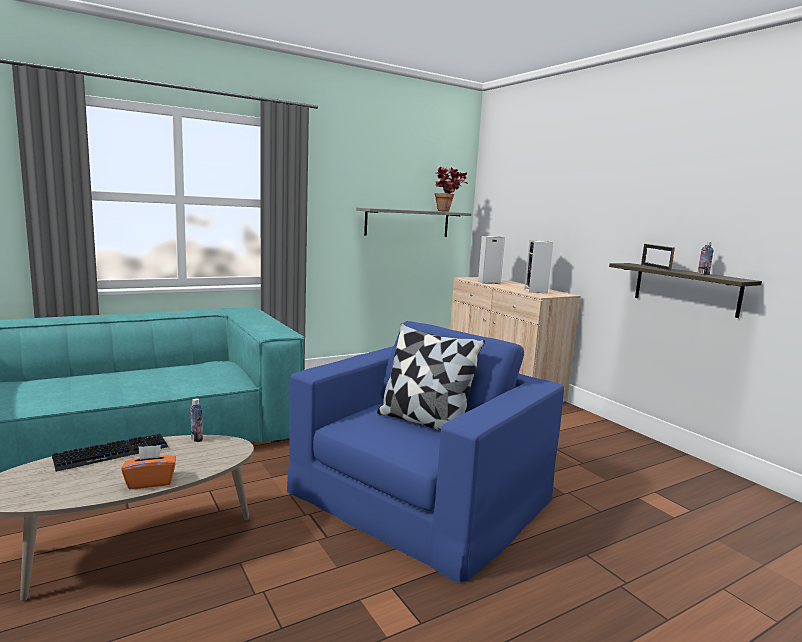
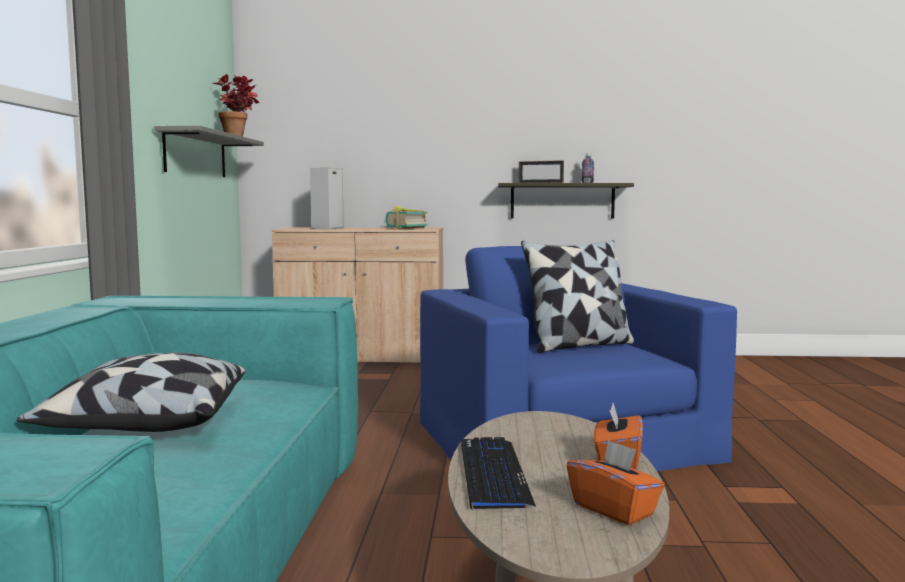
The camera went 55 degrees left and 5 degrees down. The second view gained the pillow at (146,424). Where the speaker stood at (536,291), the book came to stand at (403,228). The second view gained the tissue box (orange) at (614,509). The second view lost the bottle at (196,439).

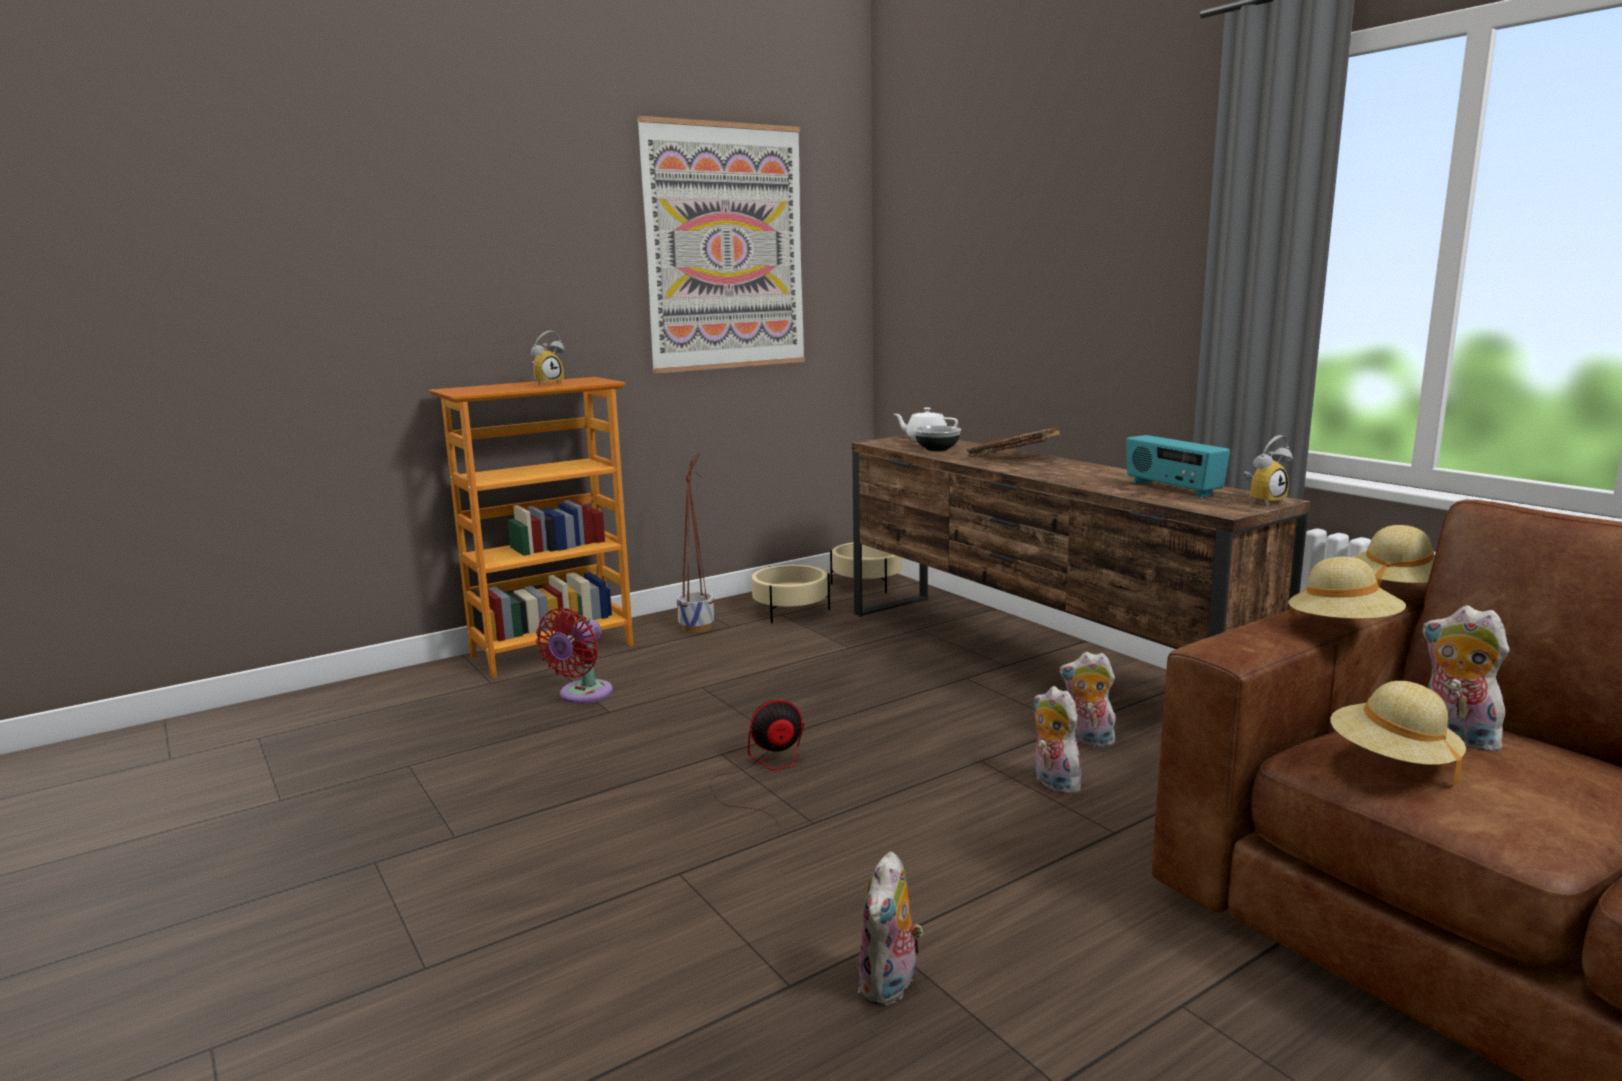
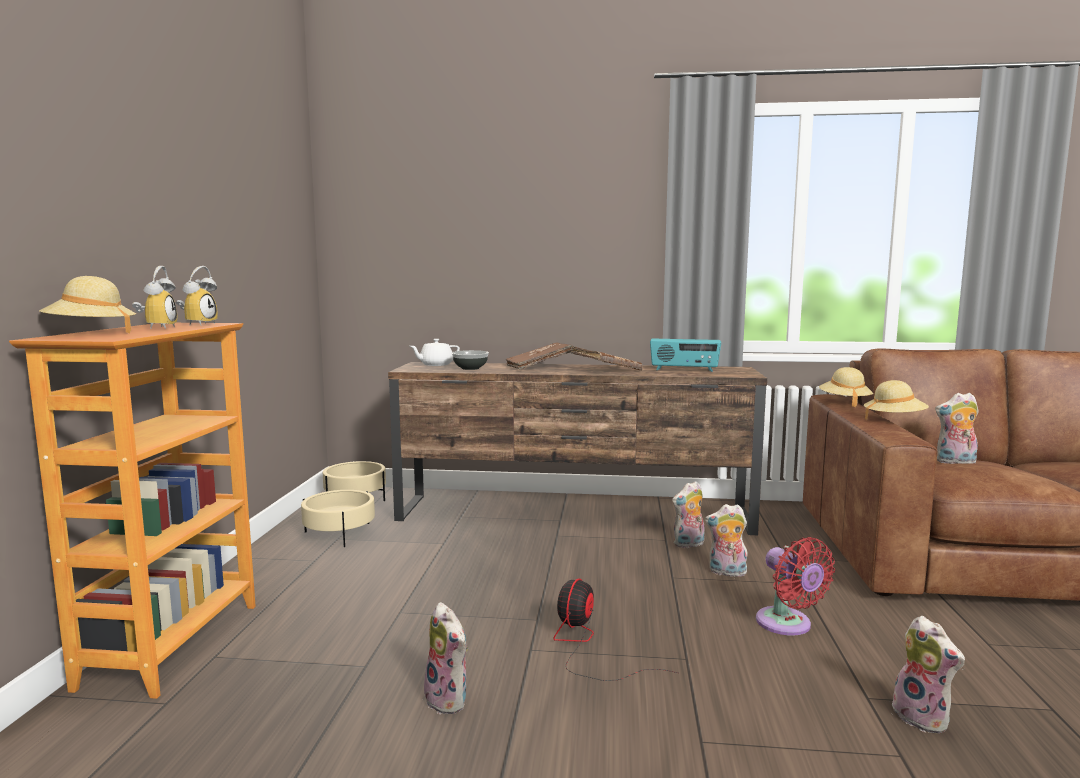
The camera went 50 degrees left and 5 degrees down. The hat (beige) ended up elsewhere, having gone from (1392,761) to (91,333). The alarm clock ended up elsewhere, having gone from (1263,501) to (198,324). The second view gained the plush toy at (450,700). The second view gained the book (brown) at (606,370). The fan (red) ended up elsewhere, having gone from (582,695) to (787,625). The second view lost the picture at (725,248). The second view lost the planter at (696,627).

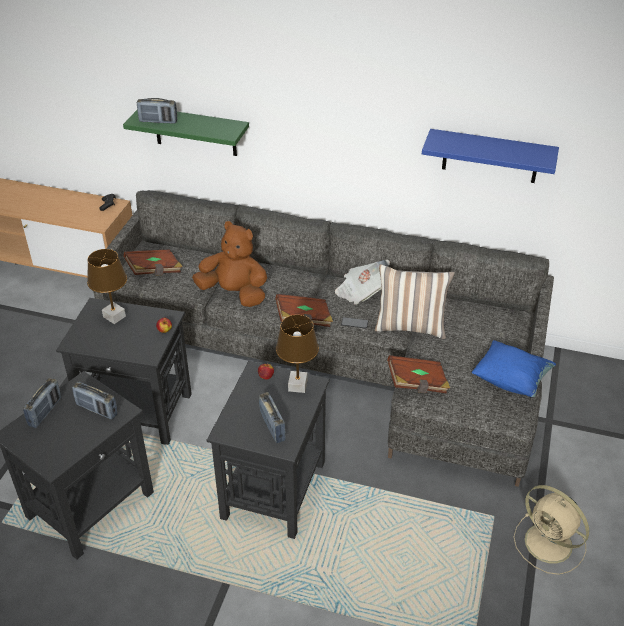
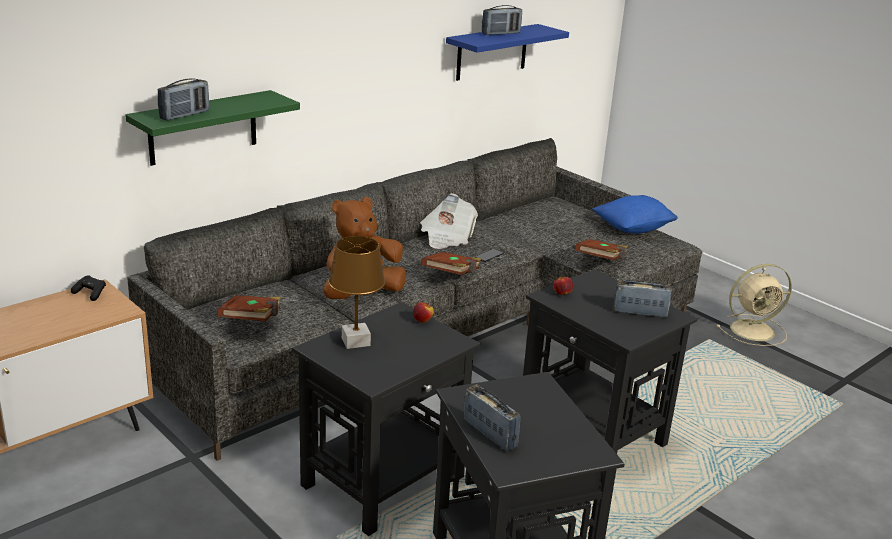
The camera went 60 degrees left and 15 degrees down. The radio ended up elsewhere, having gone from (97,409) to (501,34). The second view lost the table lamp (brown) at (297,385). The second view lost the pillow at (410,326).

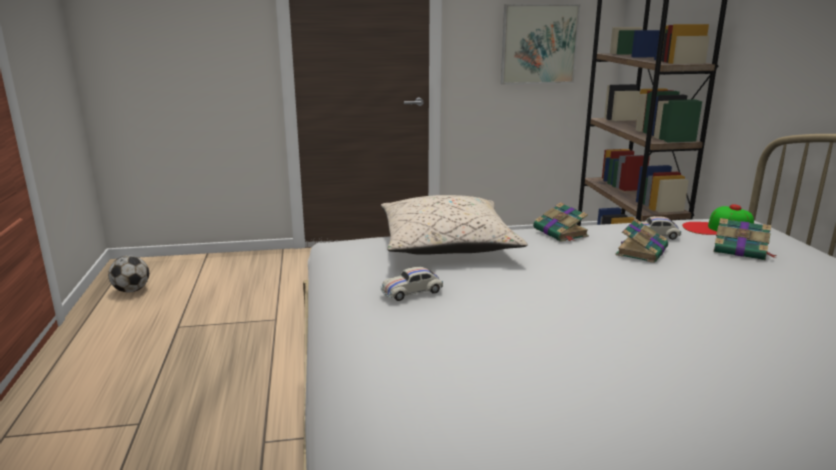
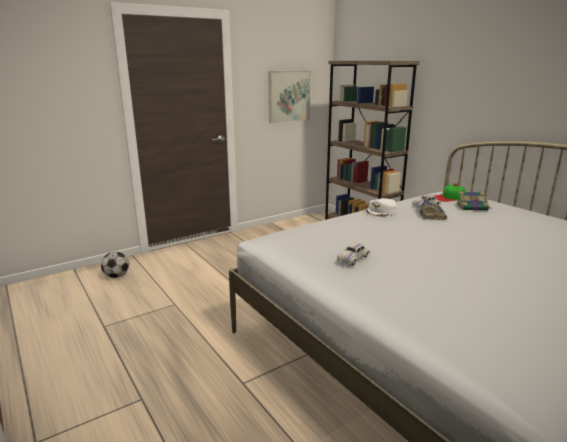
The camera went 25 degrees left and 0 degrees up. The football ended up elsewhere, having gone from (132,290) to (117,276). Where the book stood at (561,233), the cap (white) came to stand at (381,211). The second view lost the pillow (beige) at (446,244).

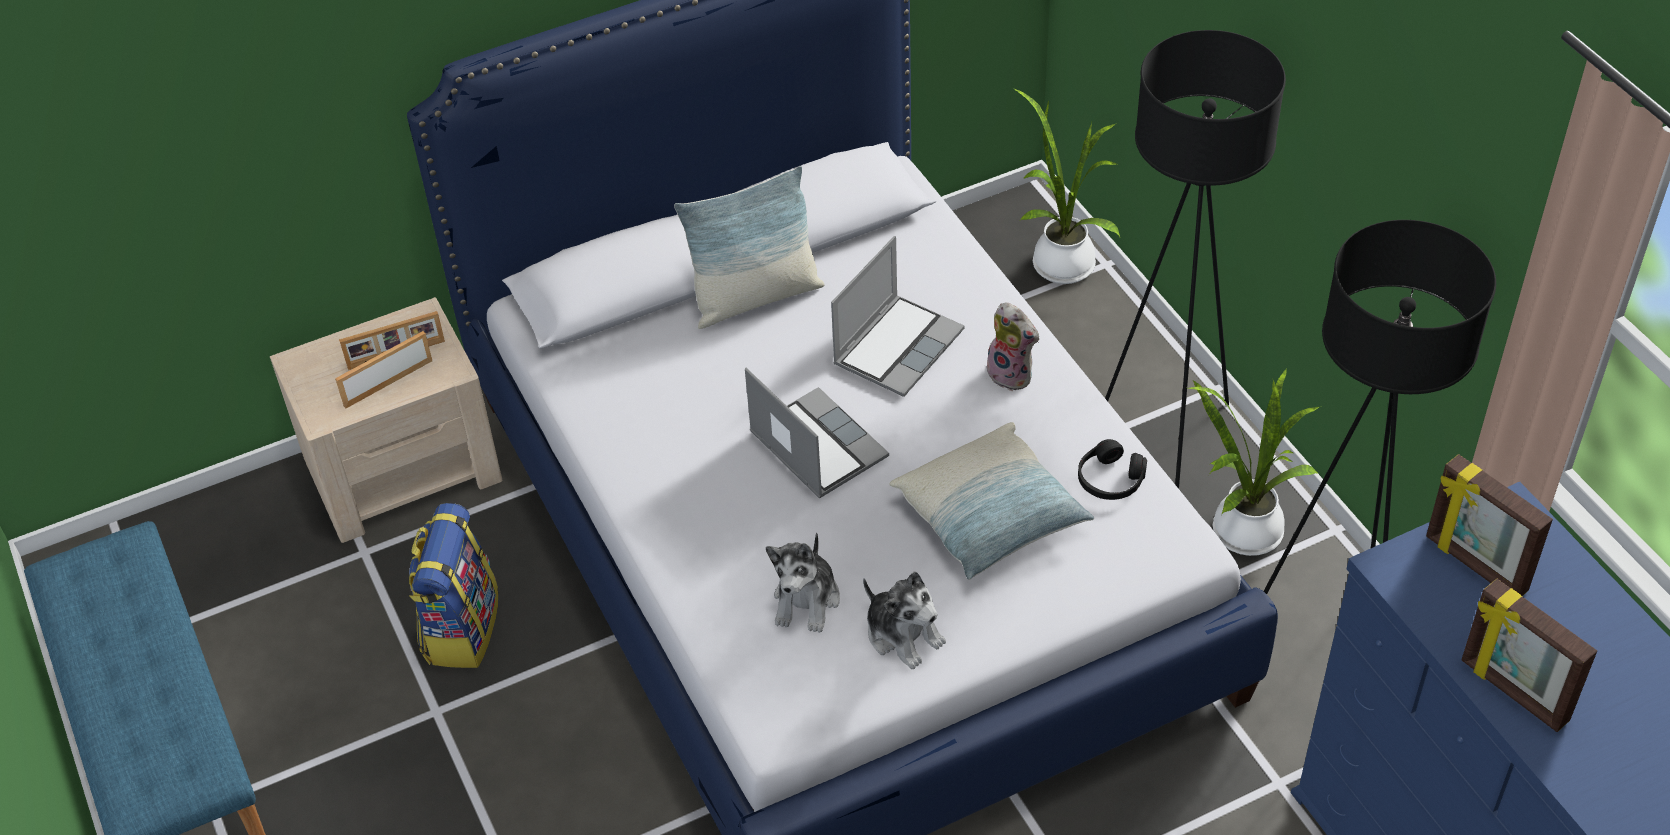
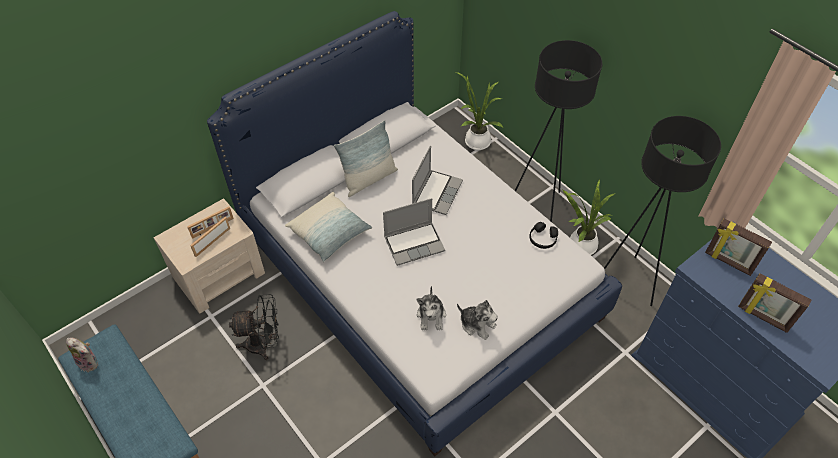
The camera went 15 degrees left and 5 degrees up. The plush toy ended up elsewhere, having gone from (1012,374) to (90,362). Where the backpack stood at (461,628), the fan (black) came to stand at (264,344). The pillow ended up elsewhere, having gone from (991,518) to (330,233). The laptop at (815,446) ended up facing another way, 120 degrees clockwise from before.

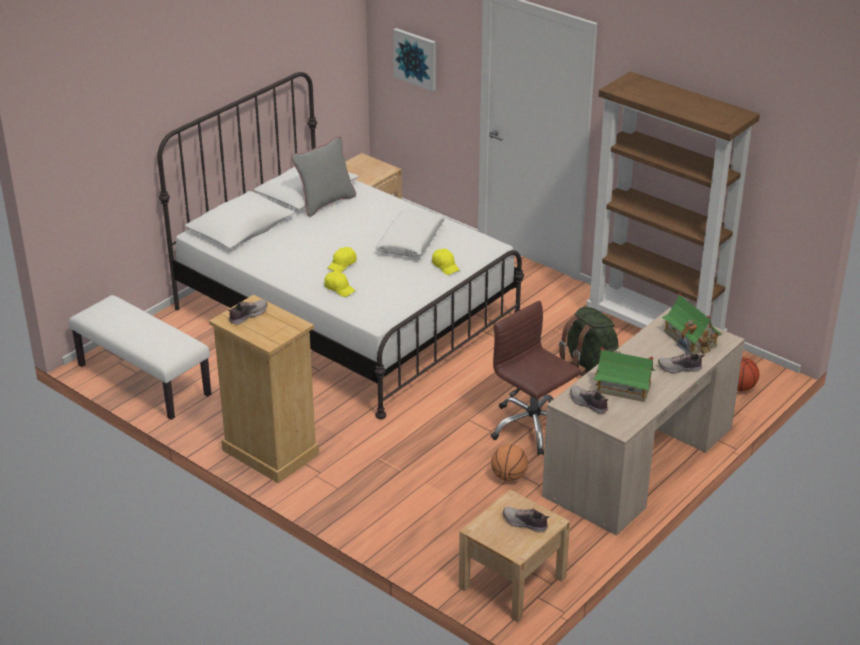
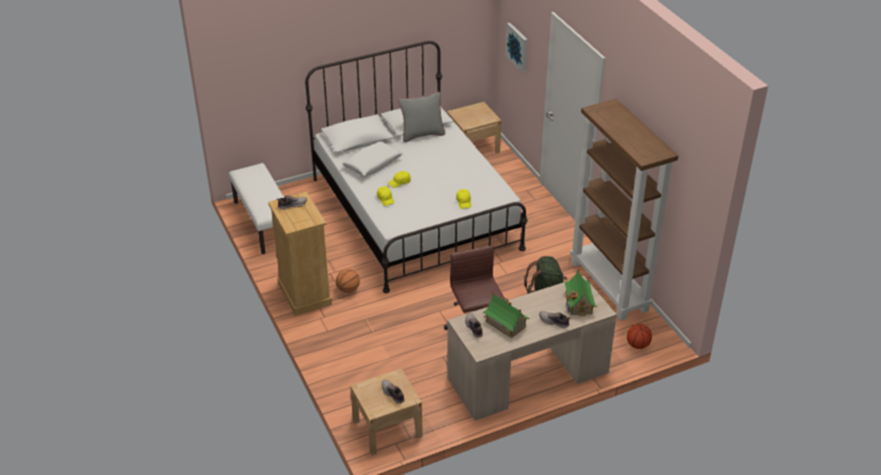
The camera went 25 degrees right and 5 degrees up. The basketball ended up elsewhere, having gone from (509,477) to (348,289). The pillow (white) ended up elsewhere, having gone from (411,241) to (372,164).

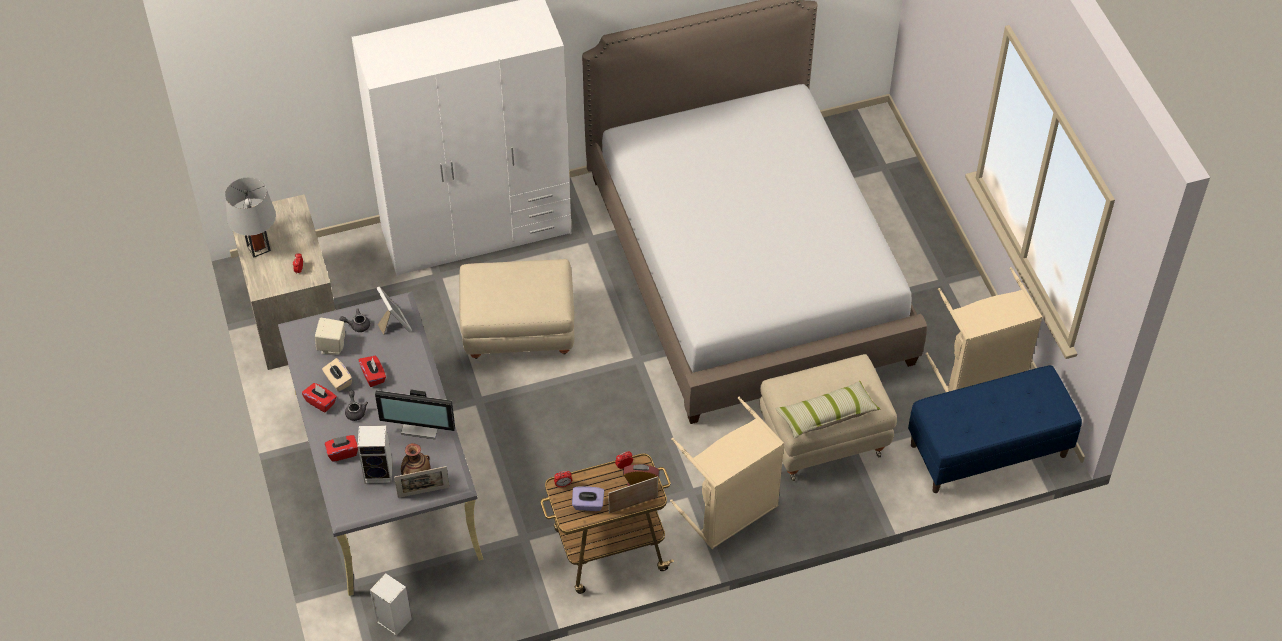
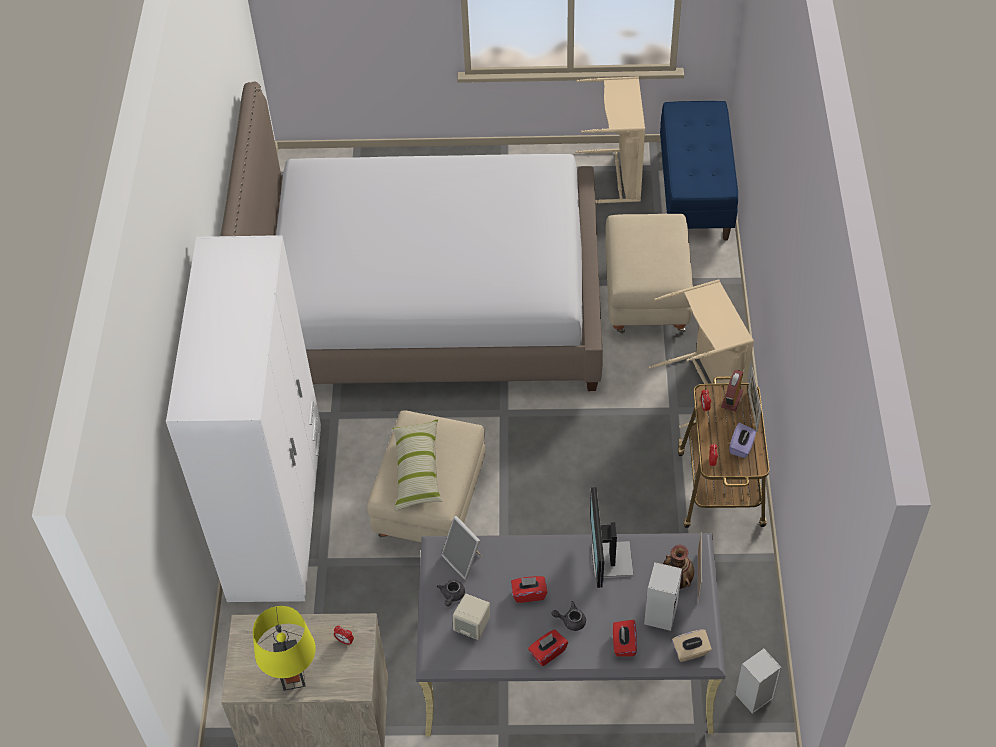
The camera went 70 degrees left and 0 degrees up. What was the table lamp (grey) at (258,248) turned into the table lamp (yellow) at (293,678). The pillow ended up elsewhere, having gone from (826,415) to (417,470). The picture frame at (394,324) ended up facing another way, 120 degrees counterclockwise from before. The monitor at (422,424) ended up facing another way, 150 degrees clockwise from before. The tissue box (beige) ended up elsewhere, having gone from (338,381) to (690,651).

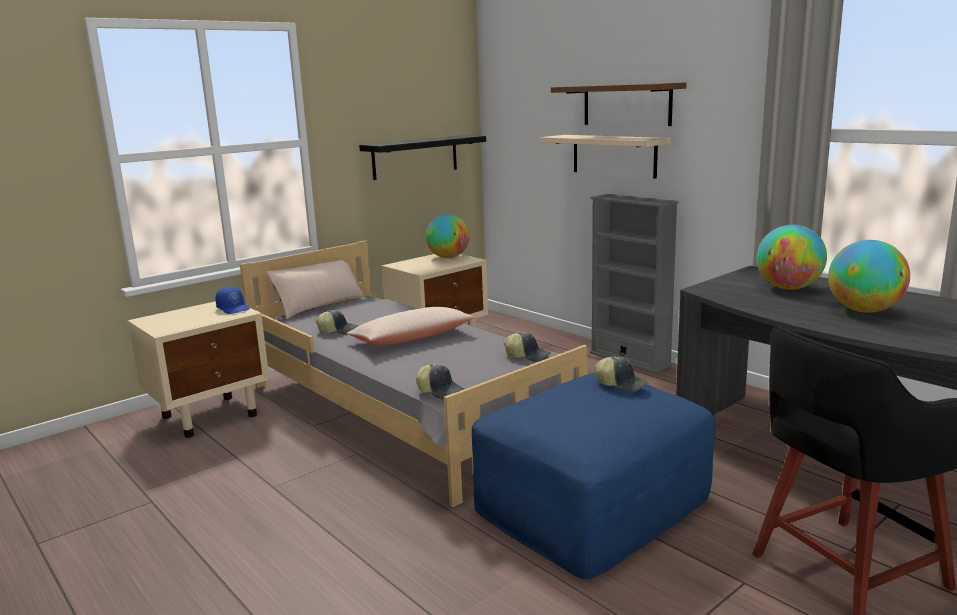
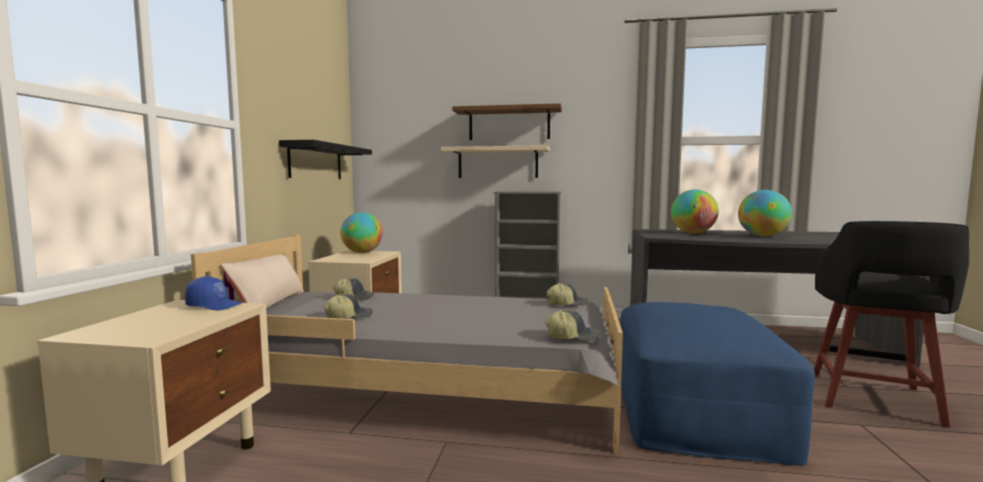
The camera went 40 degrees left and 10 degrees down. The cap ended up elsewhere, having gone from (621,384) to (355,297). The second view lost the pillow (beige) at (412,338).

